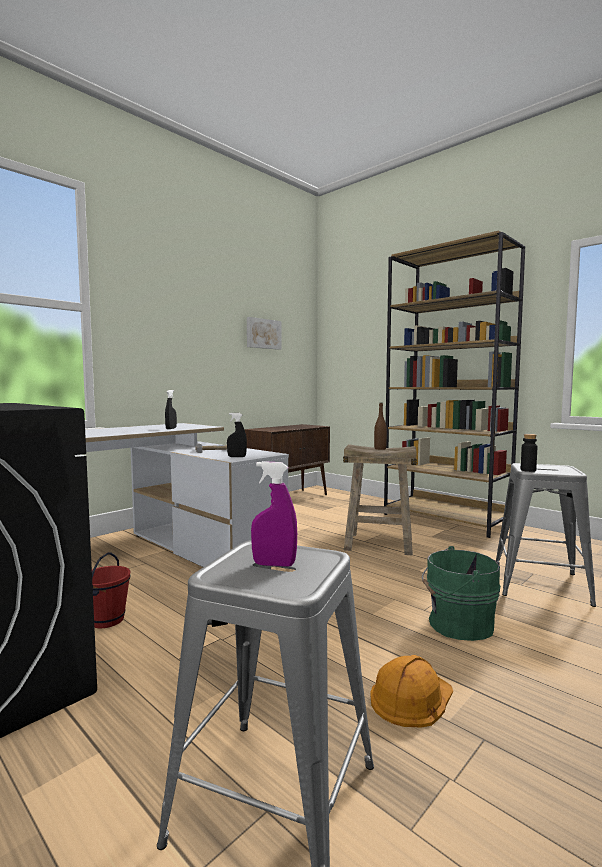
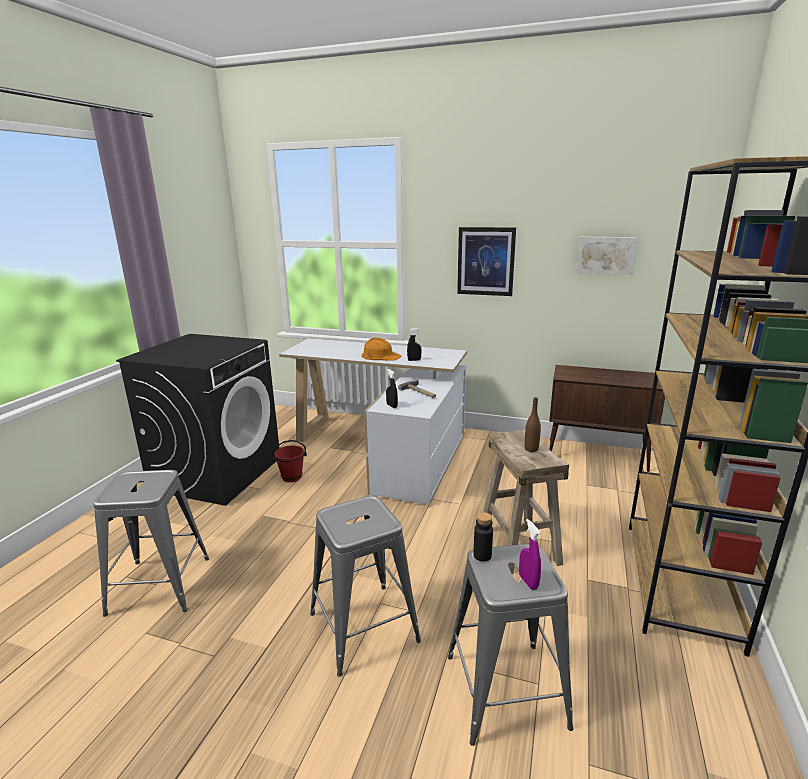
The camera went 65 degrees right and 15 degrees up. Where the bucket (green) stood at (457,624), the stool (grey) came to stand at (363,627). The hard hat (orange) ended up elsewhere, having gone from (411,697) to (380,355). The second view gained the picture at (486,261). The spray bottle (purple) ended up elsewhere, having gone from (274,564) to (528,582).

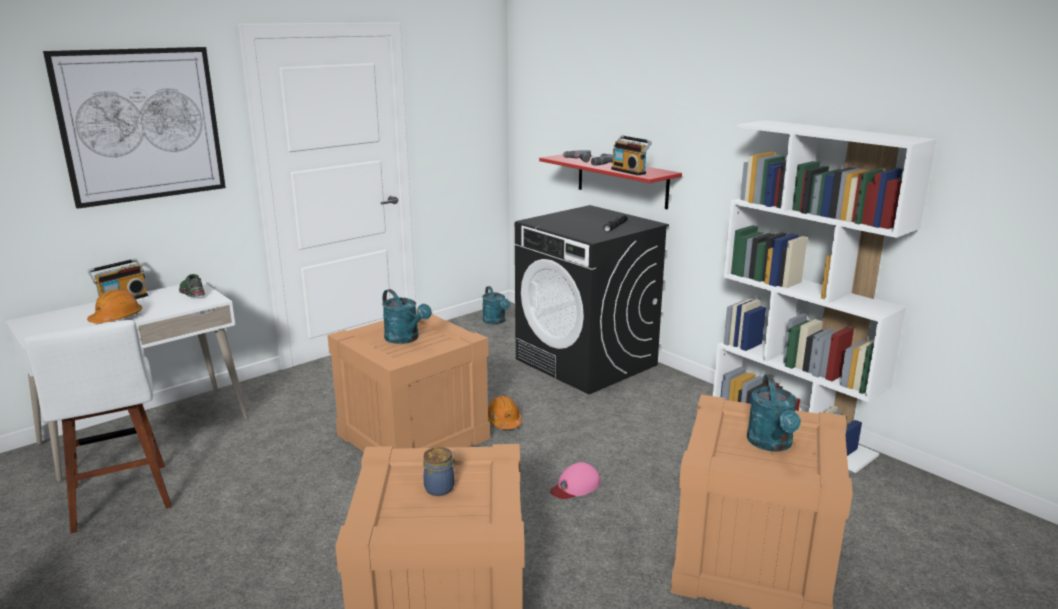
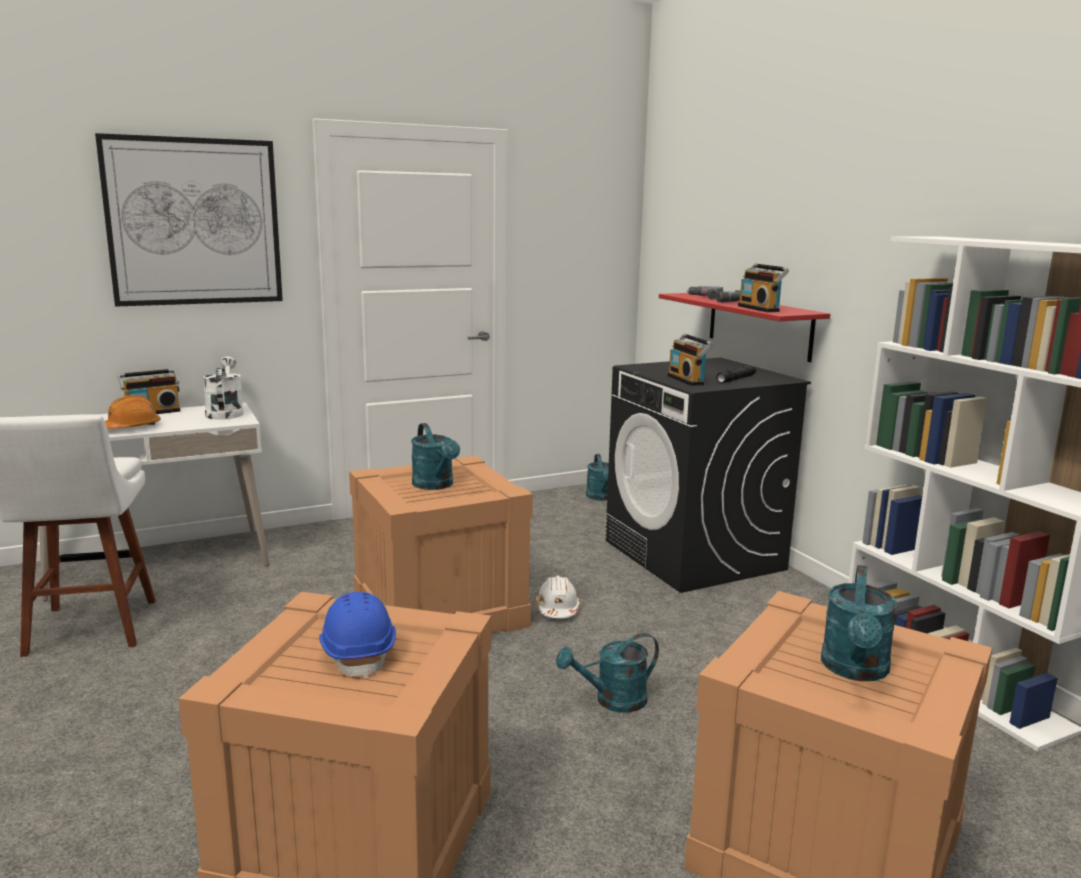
The camera went 15 degrees right and 5 degrees down. Where the shoe (green) stood at (191,293), the watering can (white) came to stand at (225,412). Where the jar stood at (440,488), the hard hat (blue) came to stand at (358,653). What was the hard hat (orange) at (504,421) turned into the hard hat (white) at (557,609). Where the cap (pink) stood at (575,486), the watering can (turquoise) came to stand at (612,701). The second view gained the radio at (687,380).

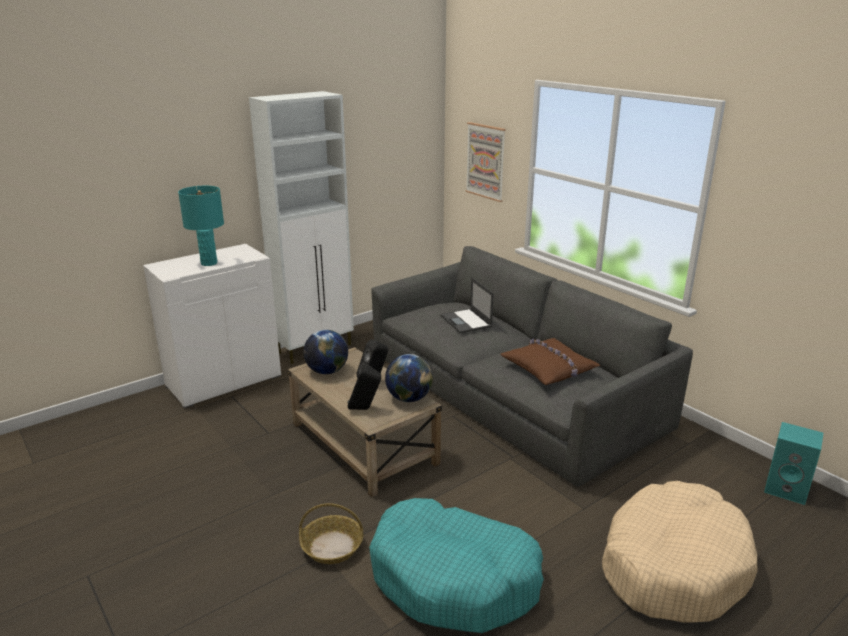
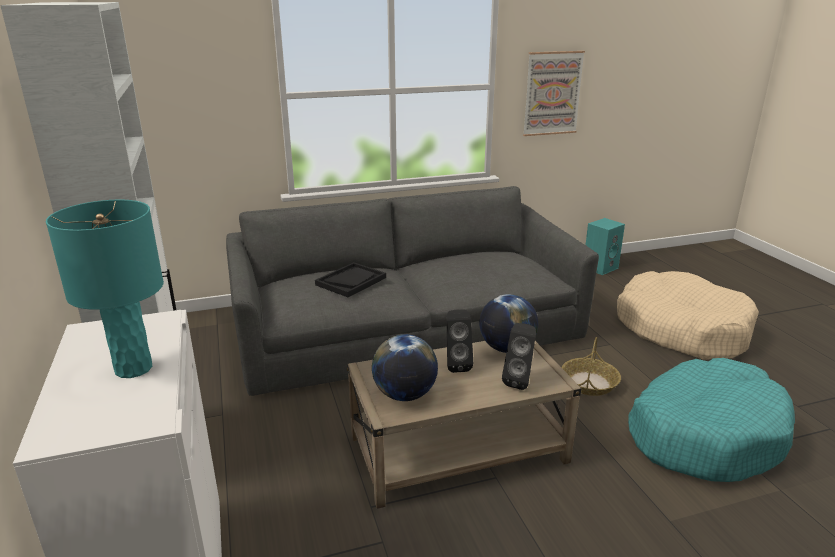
The camera went 70 degrees left and 0 degrees up. Where the laptop stood at (466,321), the tray (black) came to stand at (351,281). The picture ended up elsewhere, having gone from (485,161) to (552,93). The basket ended up elsewhere, having gone from (332,546) to (589,383). The second view lost the pillow (brown) at (549,368).

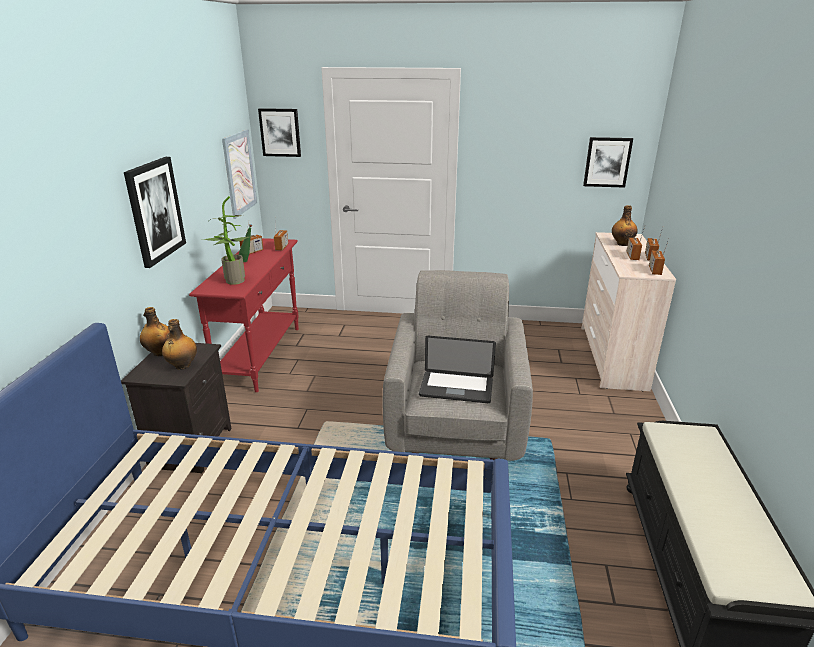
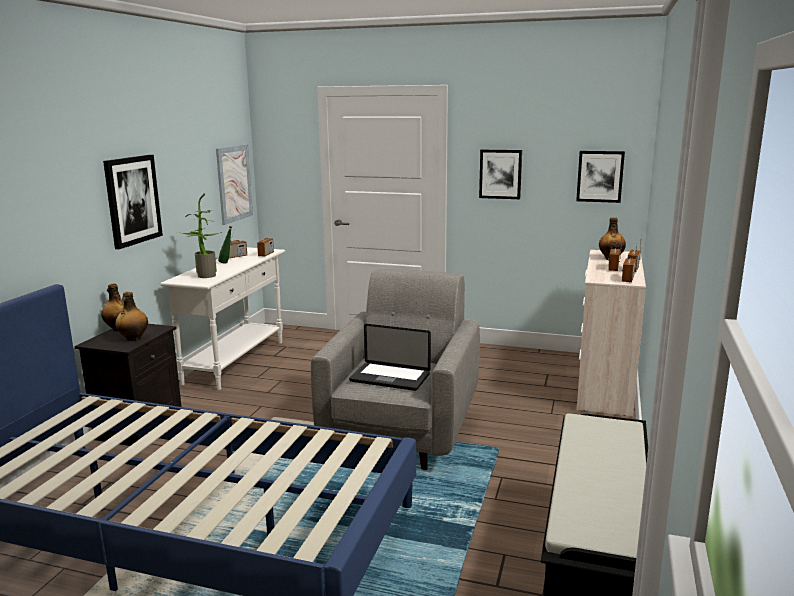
The camera went 10 degrees right and 10 degrees down. What was the console table (red) at (261,356) turned into the console table (white) at (236,362). The picture ended up elsewhere, having gone from (280,132) to (500,174).

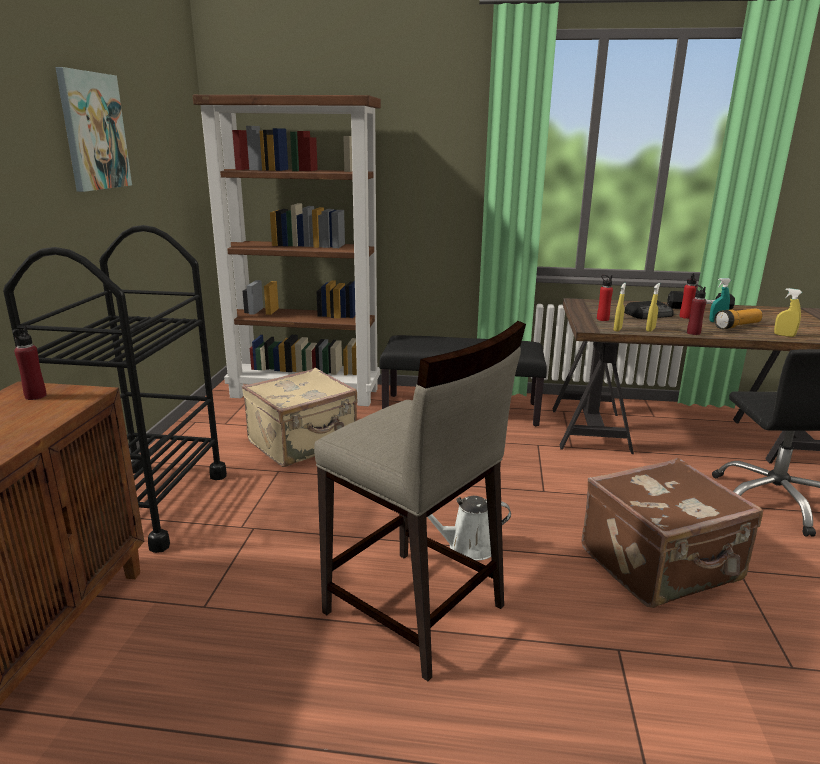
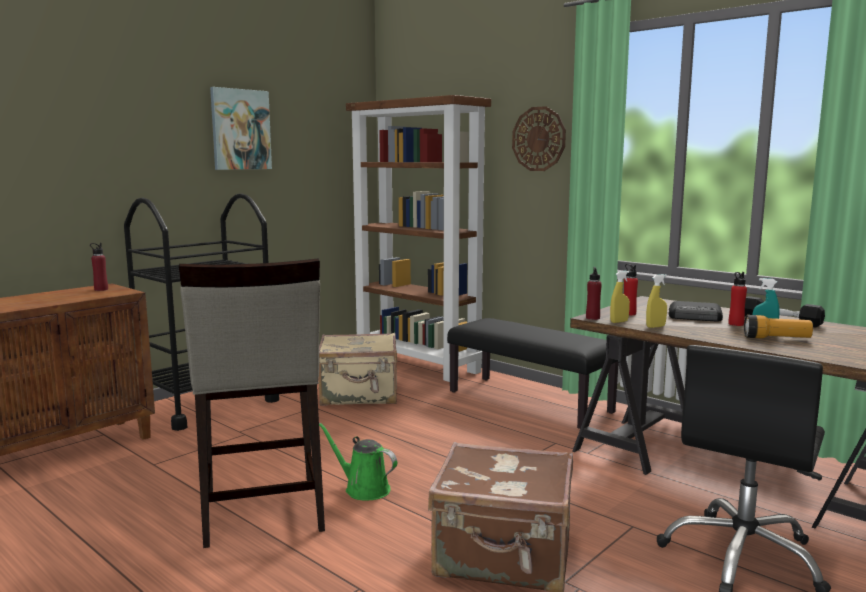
The camera went 35 degrees right and 10 degrees down. What was the watering can (white) at (467,546) turned into the watering can (green) at (363,489). The second view gained the wall clock at (538,139). The bottle (red) ended up elsewhere, having gone from (693,333) to (592,318). The second view lost the spray bottle (yellow) at (784,335).

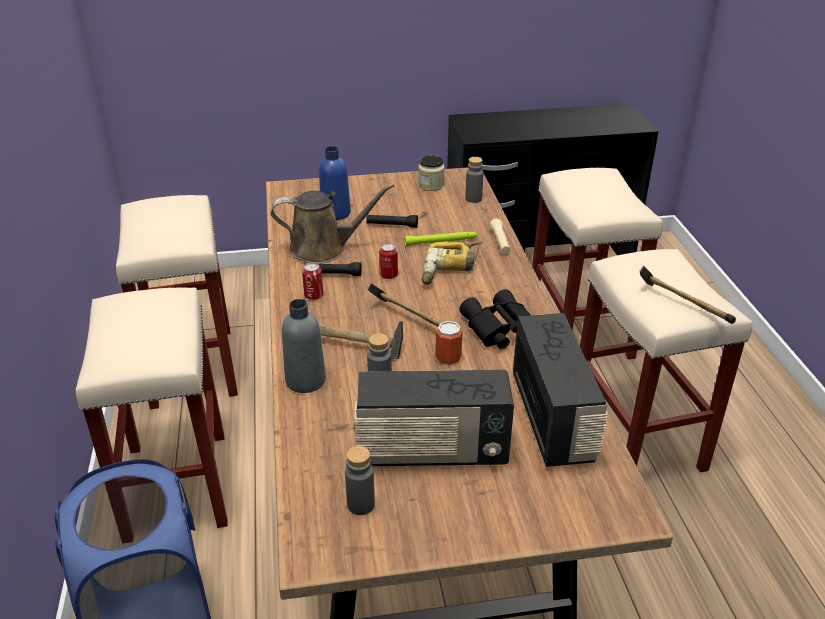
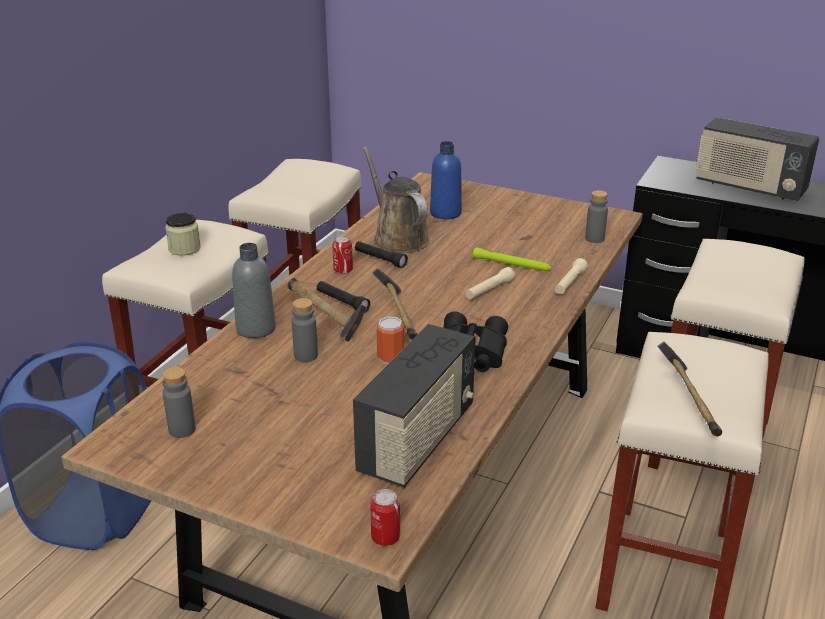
The camera went 35 degrees right and 5 degrees down. The jar ended up elsewhere, having gone from (431,185) to (184,248). The flashlight (black) ended up elsewhere, having gone from (392,225) to (342,302). The watering can (brown) at (323,249) ended up facing another way, 150 degrees counterclockwise from before. The can ended up elsewhere, having gone from (388,275) to (385,537). Where the power drill stood at (451,270), the flashlight (beige) came to stand at (489,290). The radio ended up elsewhere, having gone from (432,452) to (749,187).

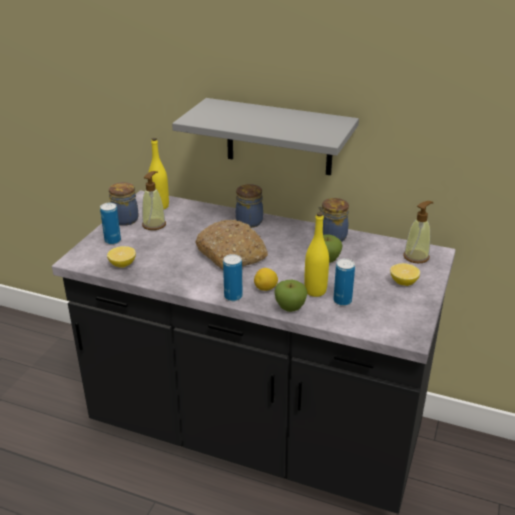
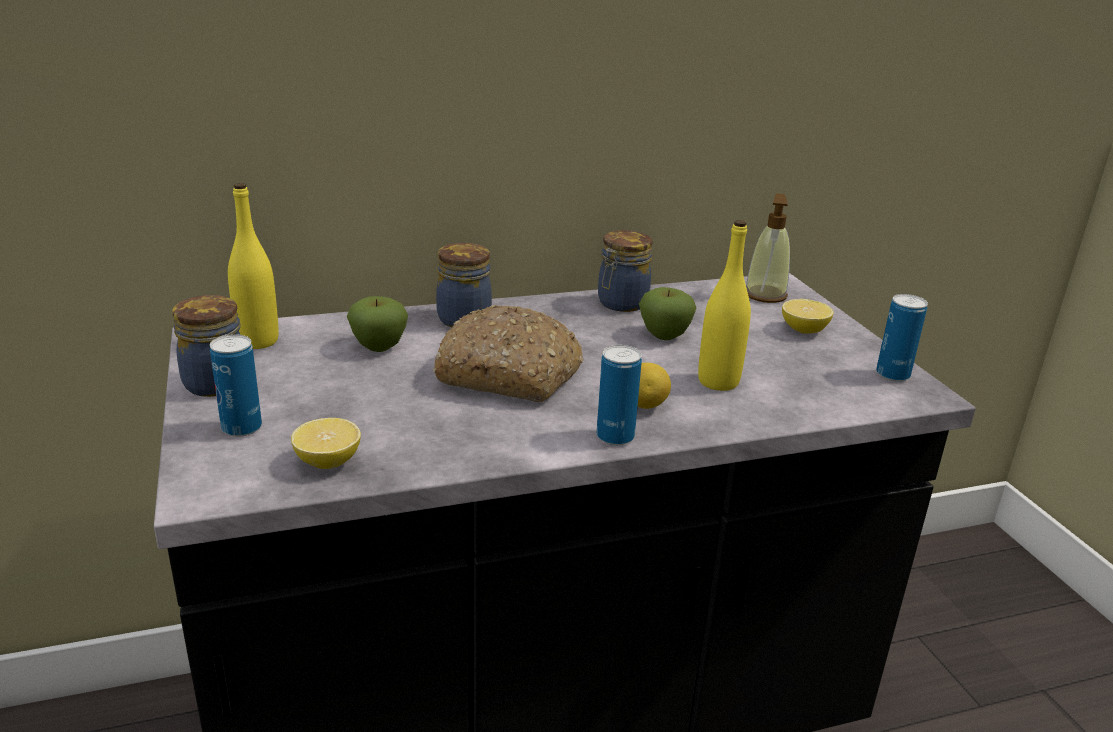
The camera went 40 degrees left and 5 degrees down. The apple ended up elsewhere, having gone from (290,308) to (379,347). The can ended up elsewhere, having gone from (342,301) to (892,375). The second view lost the soap dispenser at (154,224). The second view lost the shelf (grey) at (279,137).

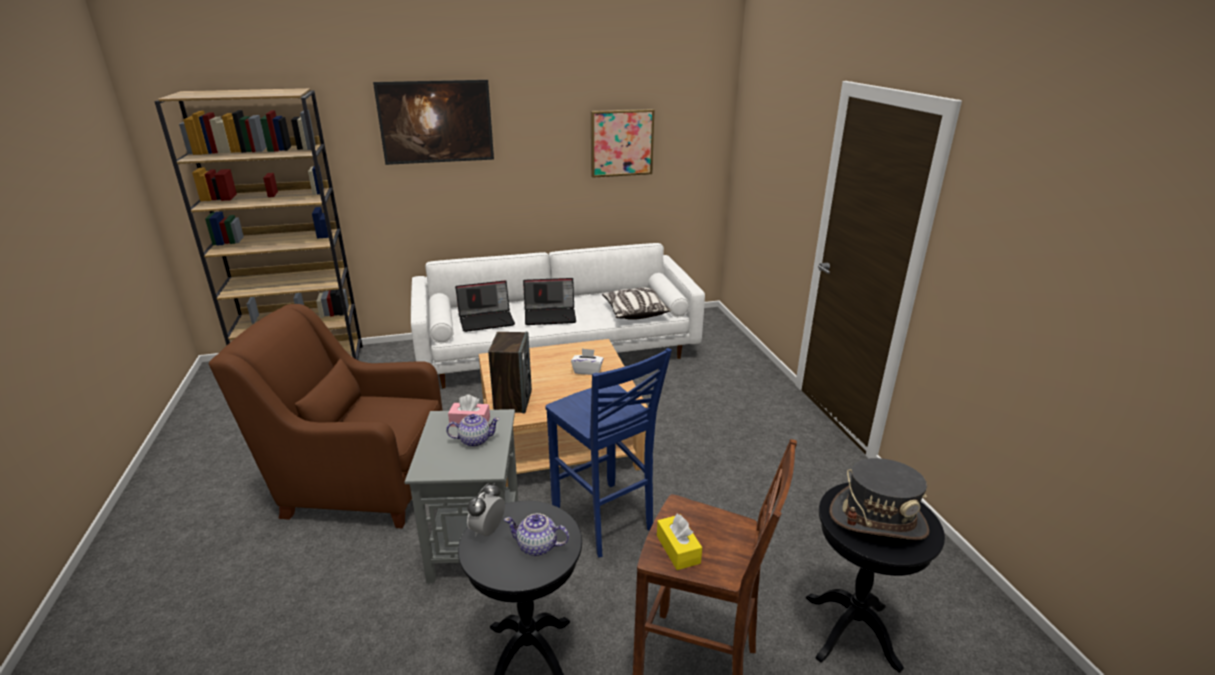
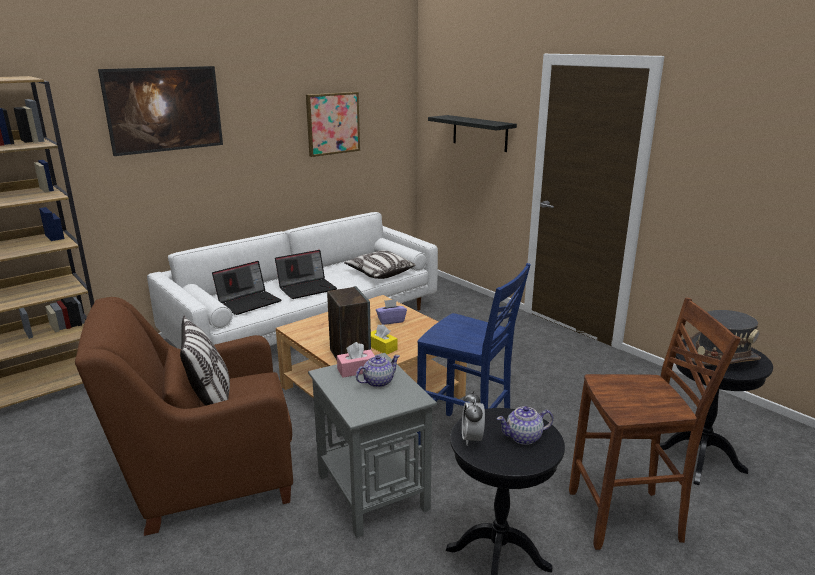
The camera went 25 degrees left and 5 degrees down. The second view gained the pillow at (211,401). The tissue box (yellow) ended up elsewhere, having gone from (678,549) to (381,347). What was the tissue box (white) at (587,371) turned into the tissue box (purple) at (391,321). The second view gained the shelf (black) at (479,133).

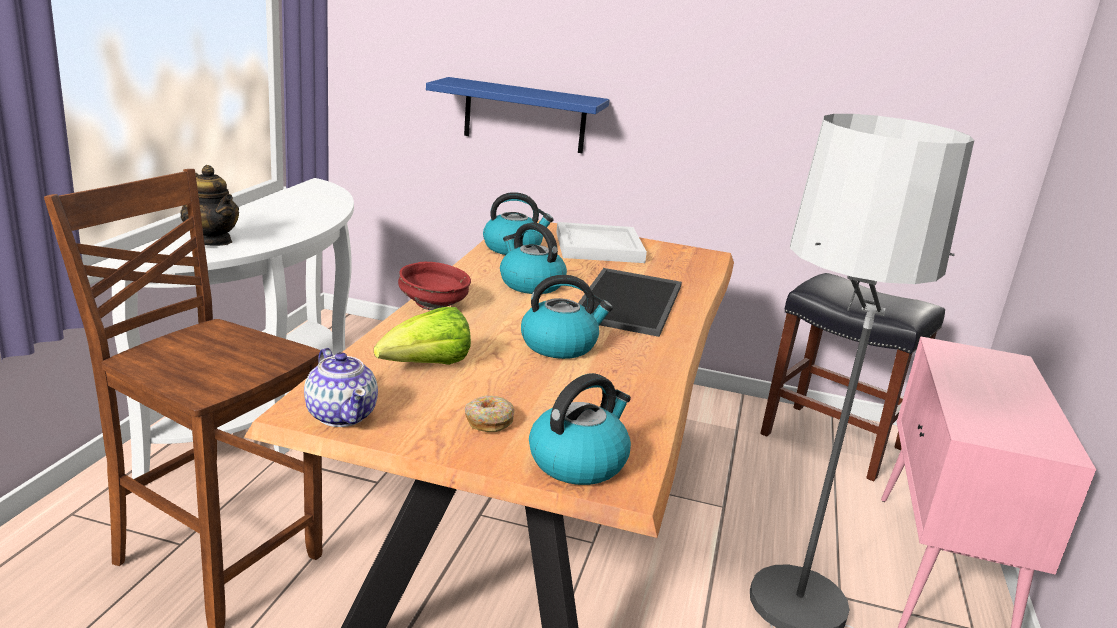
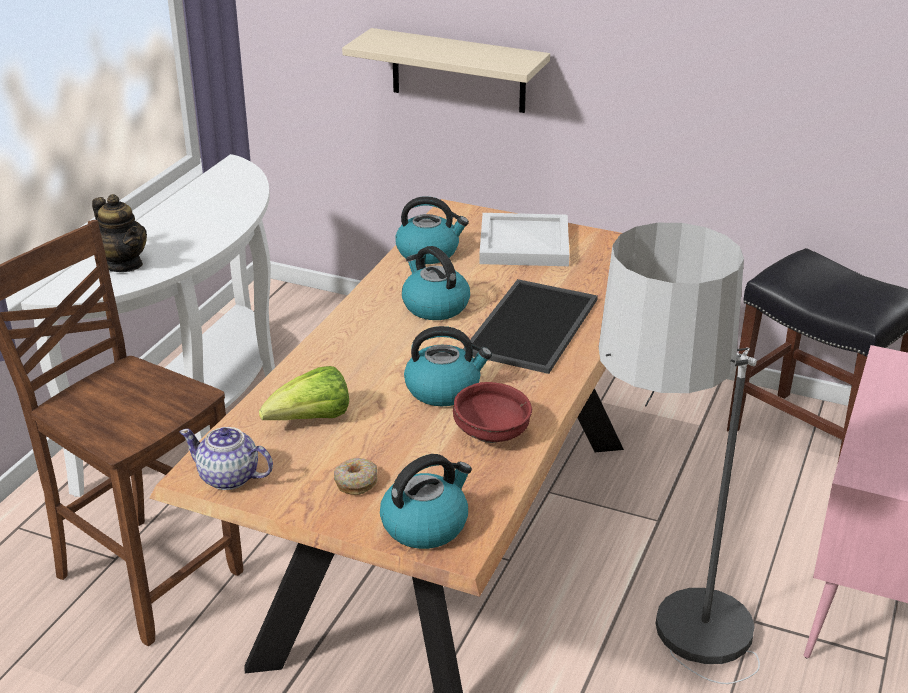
The camera went 10 degrees right and 10 degrees up. The teapot at (341,415) ended up facing another way, 135 degrees clockwise from before. What was the shelf (blue) at (525,116) turned into the shelf (beige) at (458,71). The bowl (red) ended up elsewhere, having gone from (434,305) to (492,434).

